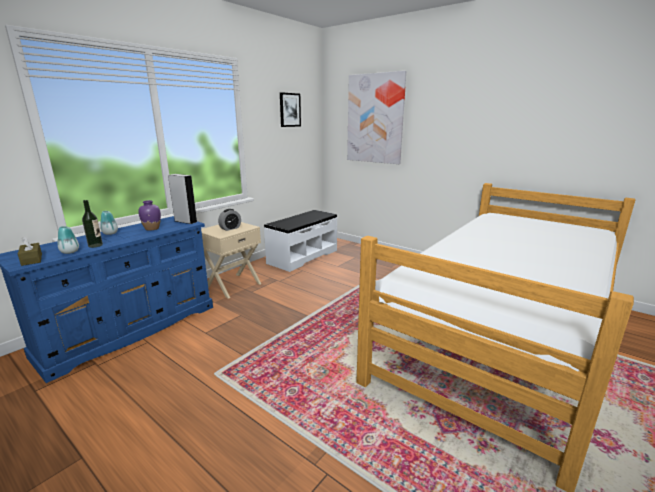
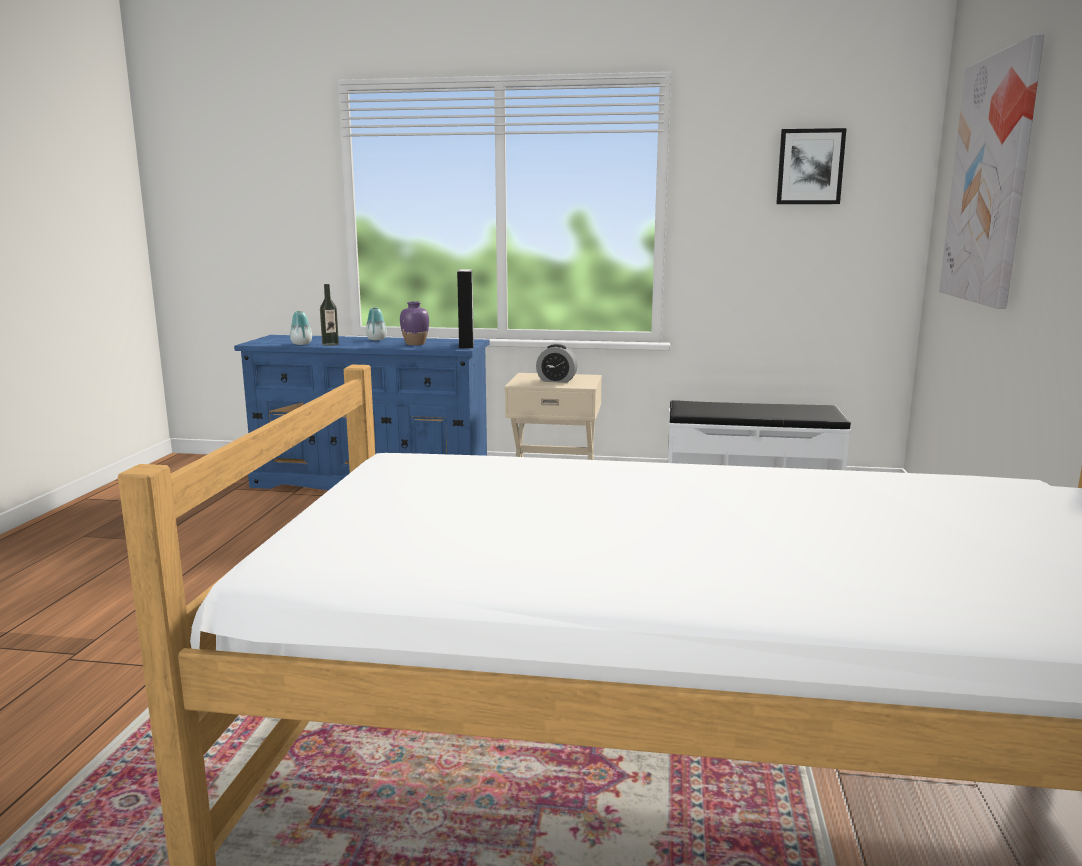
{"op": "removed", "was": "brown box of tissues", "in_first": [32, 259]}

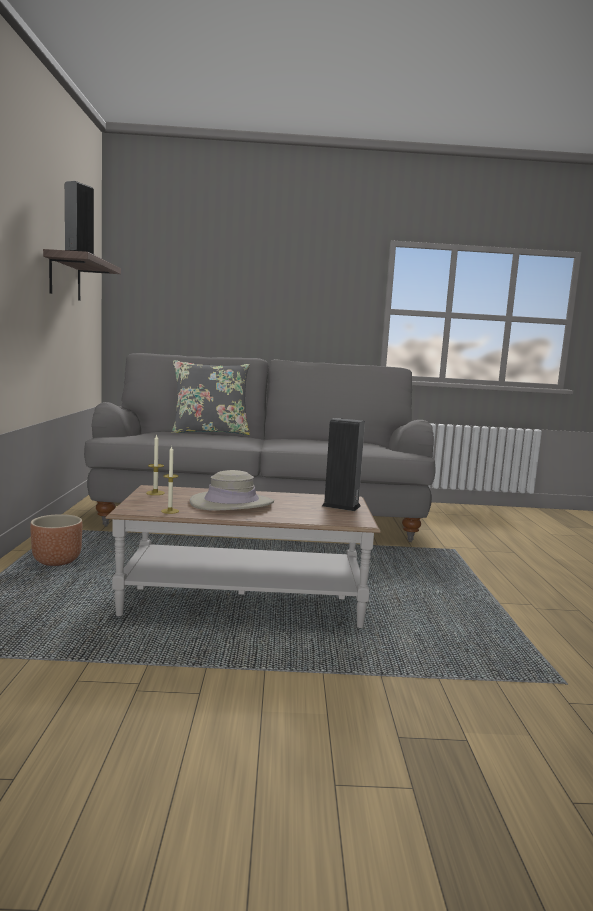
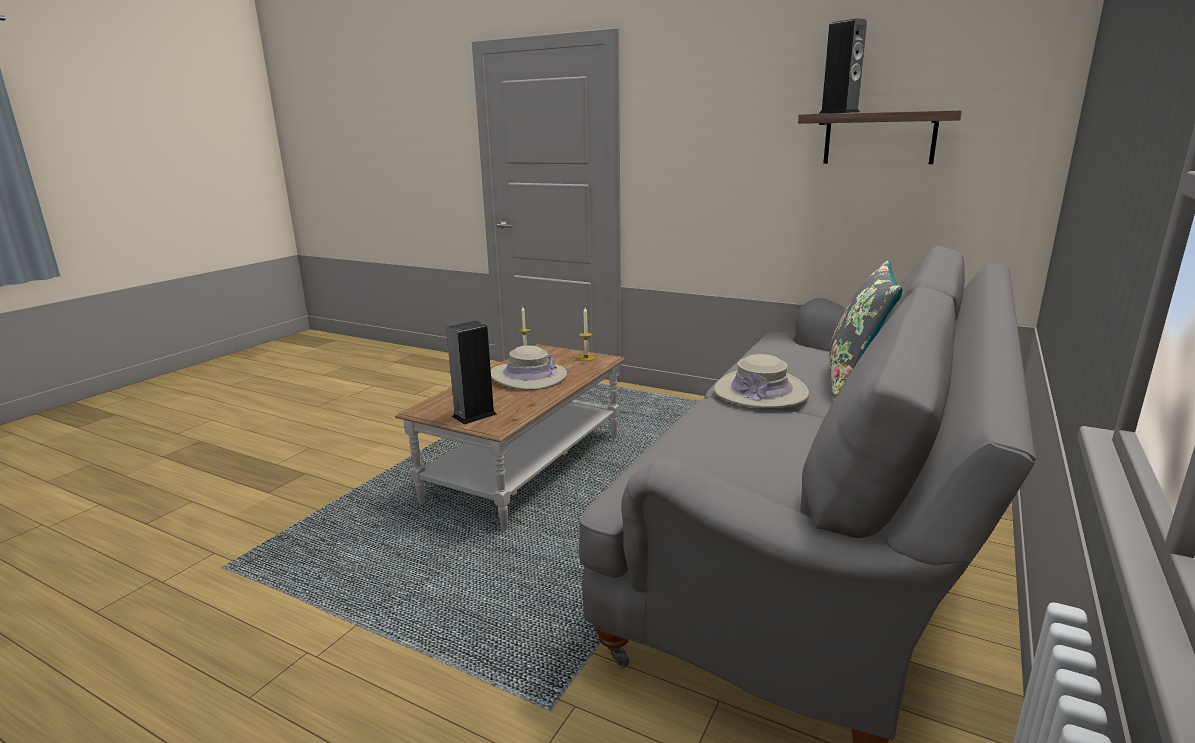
{"op": "removed", "was": "brown flower pot", "in_first": [56, 561]}
{"op": "added", "now": "sand-coloured clothing hat", "in_second": [760, 392]}

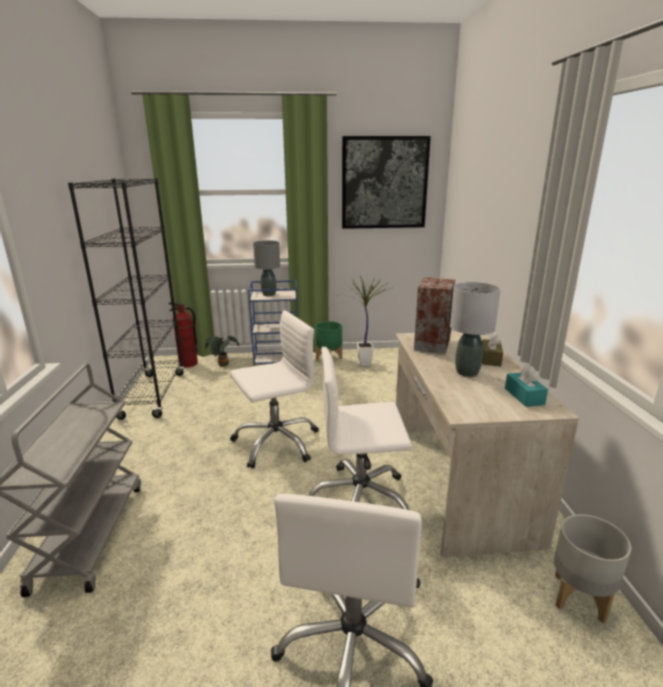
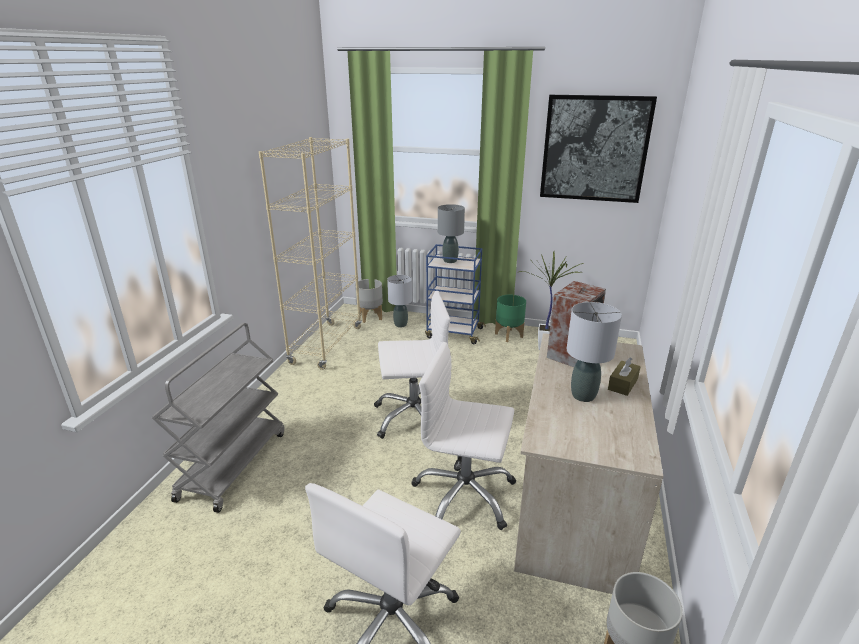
{"op": "recoloured", "was": "black-coloured shelving unit", "now": "sand-coloured shelving unit", "in_first": [153, 395], "in_second": [326, 345]}
{"op": "replaced", "was": "fire-fighting cylinder", "now": "gray flower pot", "in_first": [188, 364], "in_second": [369, 317]}
{"op": "replaced", "was": "houseplant", "now": "gray lamp for a table", "in_first": [223, 365], "in_second": [400, 324]}
{"op": "removed", "was": "blue-green box of tissues", "in_first": [524, 396]}

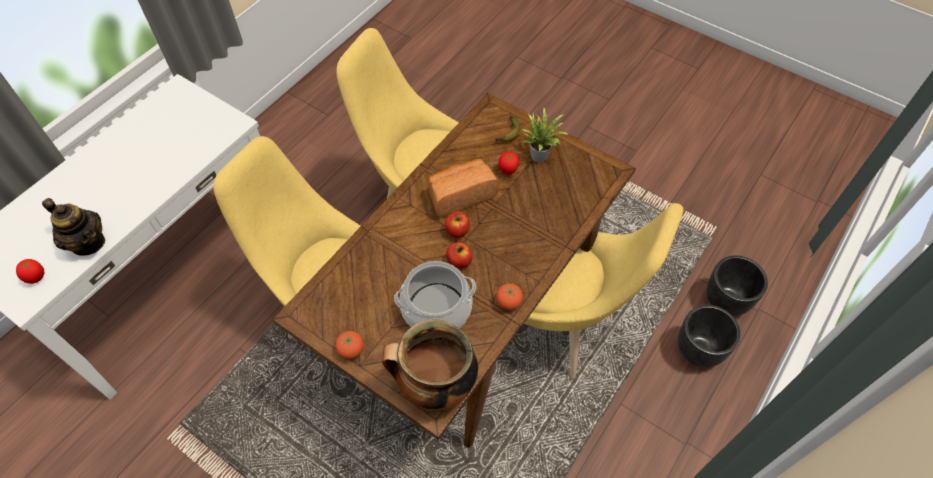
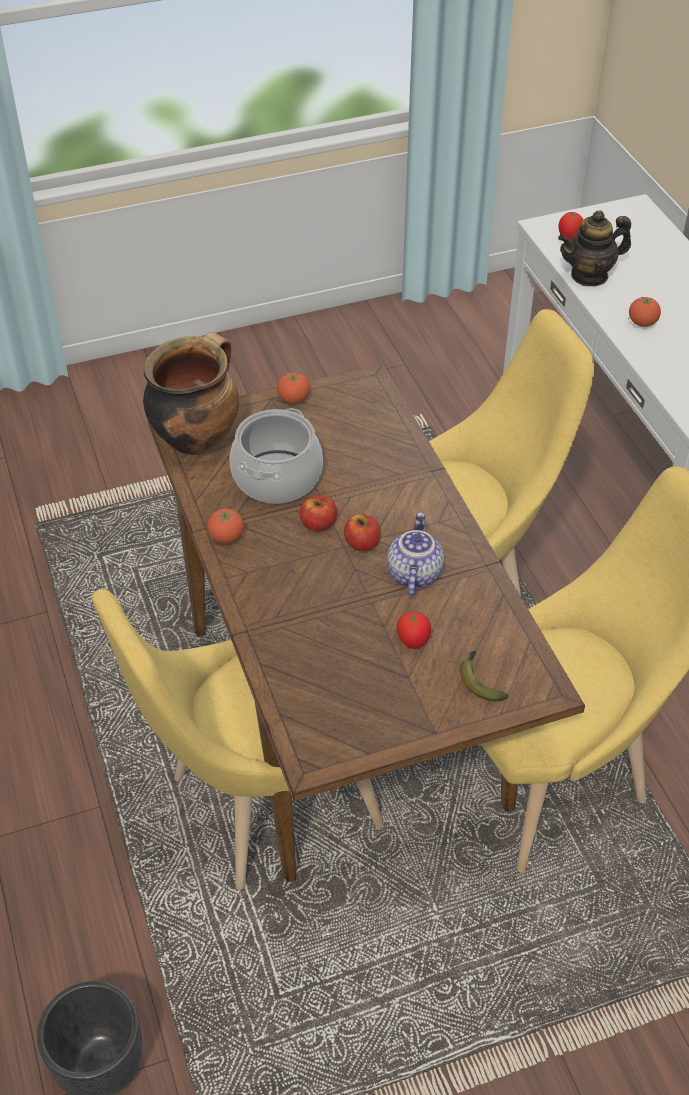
{"op": "removed", "was": "houseplant", "in_first": [539, 154]}
{"op": "replaced", "was": "baked bread", "now": "tea pot", "in_first": [460, 195], "in_second": [413, 573]}
{"op": "removed", "was": "black-coloured flower pot", "in_first": [698, 351]}
{"op": "added", "now": "tomato", "in_second": [642, 323]}

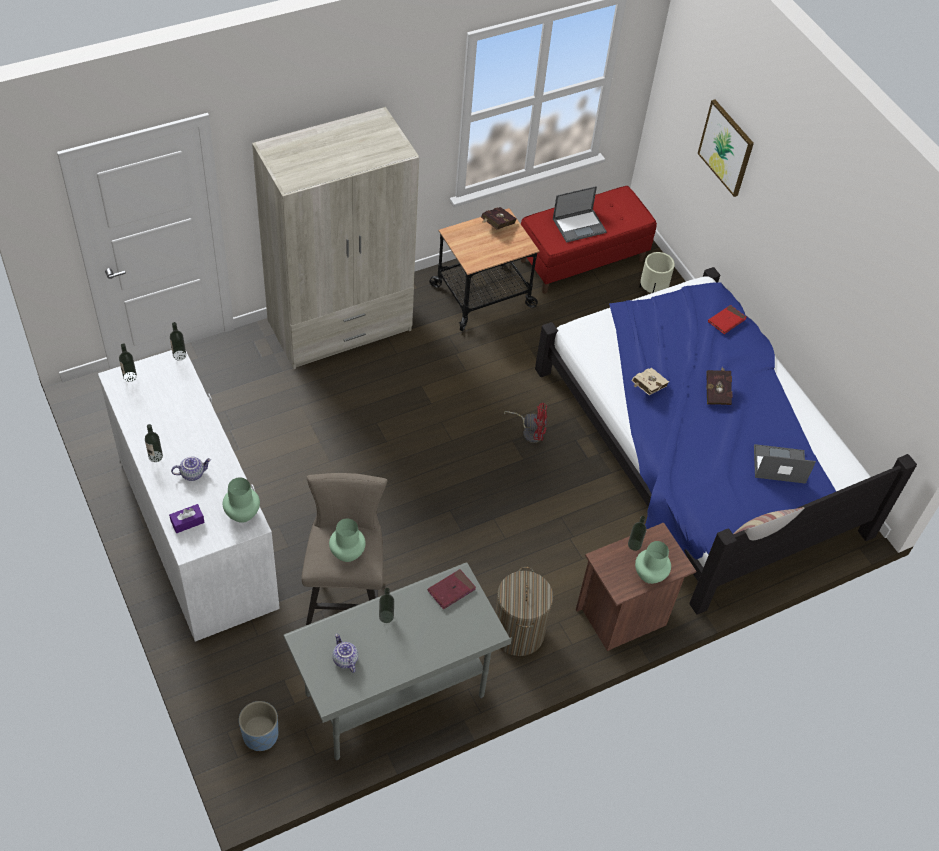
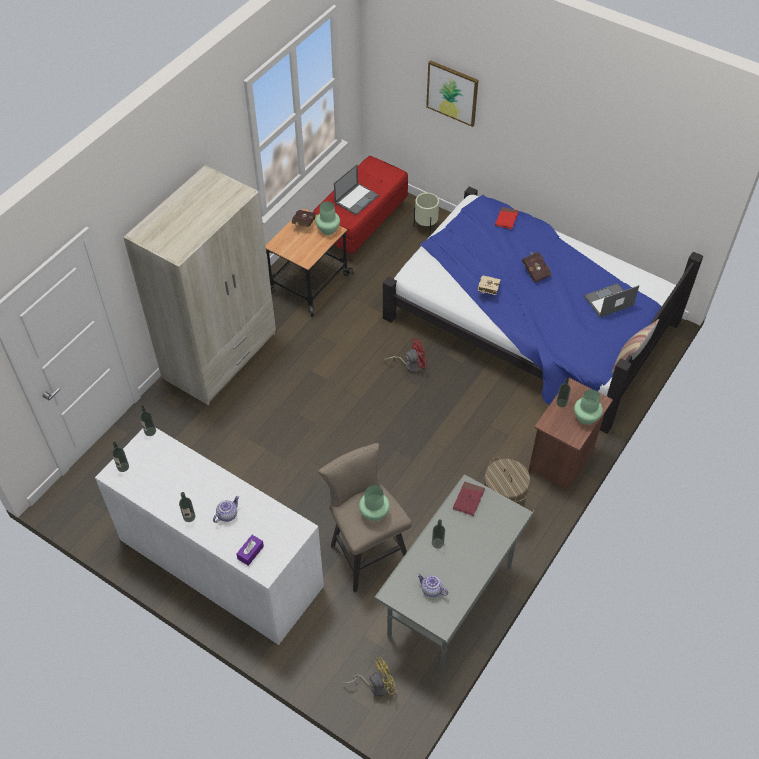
{"op": "moved", "was": "green-coloured decorative vase", "in_first": [243, 513], "in_second": [328, 229]}
{"op": "replaced", "was": "blue-coloured flower pot", "now": "yellow electric fan", "in_first": [260, 735], "in_second": [375, 684]}

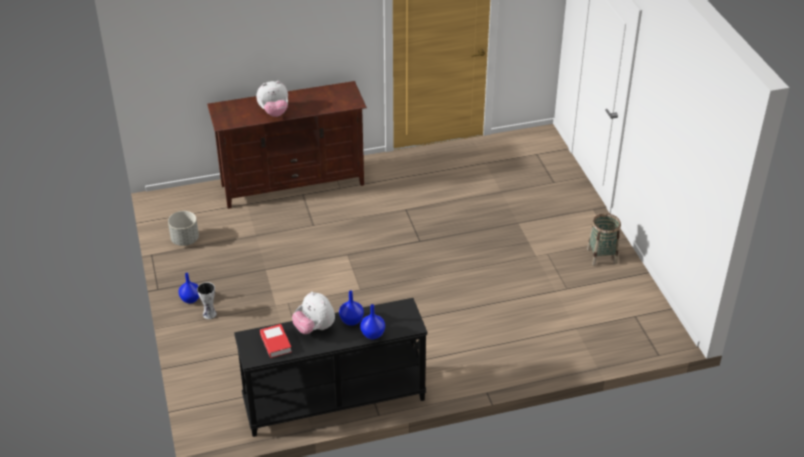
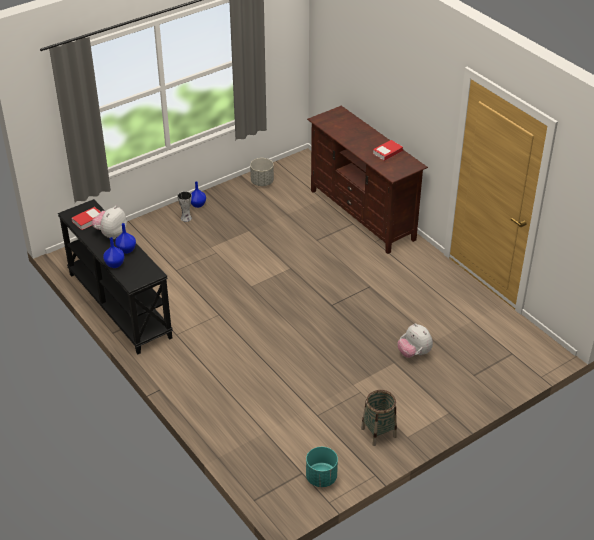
{"op": "moved", "was": "soft toy", "in_first": [274, 112], "in_second": [414, 353]}
{"op": "added", "now": "bound book", "in_second": [387, 152]}
{"op": "added", "now": "blue-green flower pot", "in_second": [321, 477]}

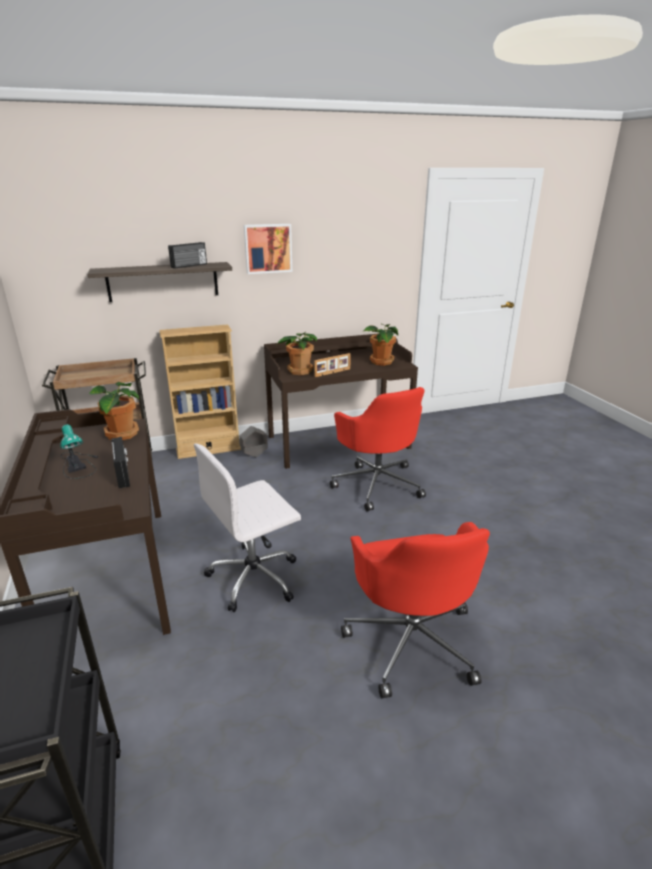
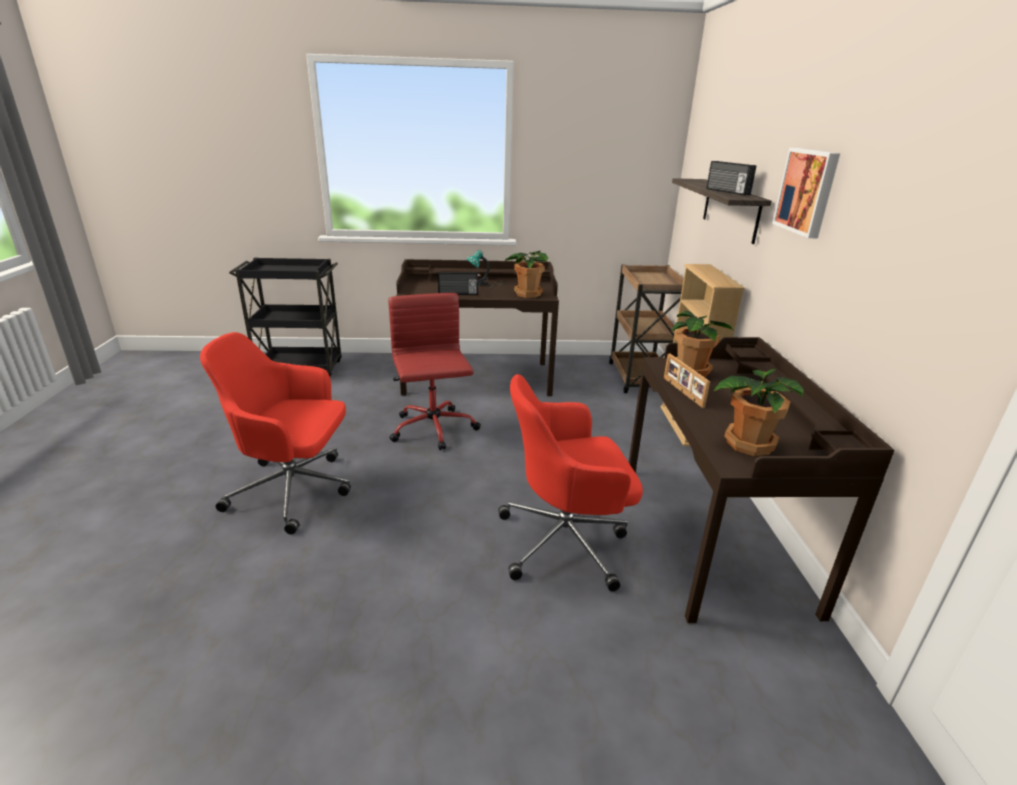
{"op": "removed", "was": "gray flower pot", "in_first": [254, 455]}
{"op": "recoloured", "was": "whitish computer chair", "now": "red computer chair", "in_first": [255, 577], "in_second": [433, 429]}

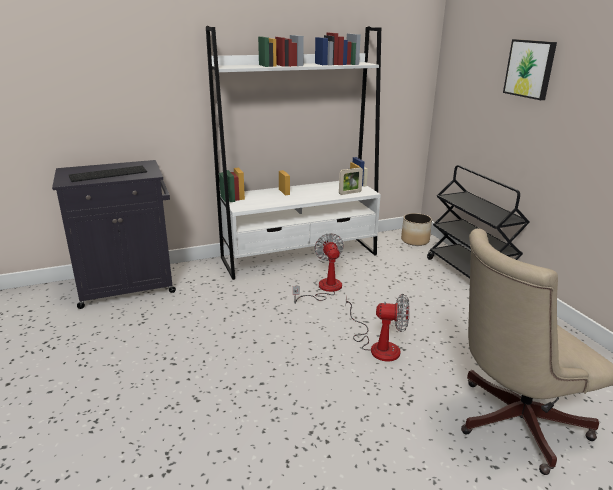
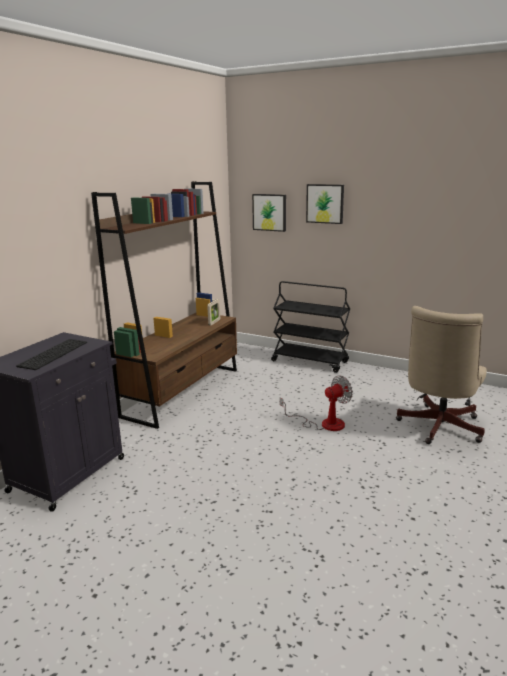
{"op": "recoloured", "was": "whitish shelving unit", "now": "brown shelving unit", "in_first": [300, 256], "in_second": [183, 392]}
{"op": "removed", "was": "flower pot", "in_first": [415, 240]}
{"op": "removed", "was": "electric fan", "in_first": [324, 289]}
{"op": "added", "now": "picture", "in_second": [269, 212]}

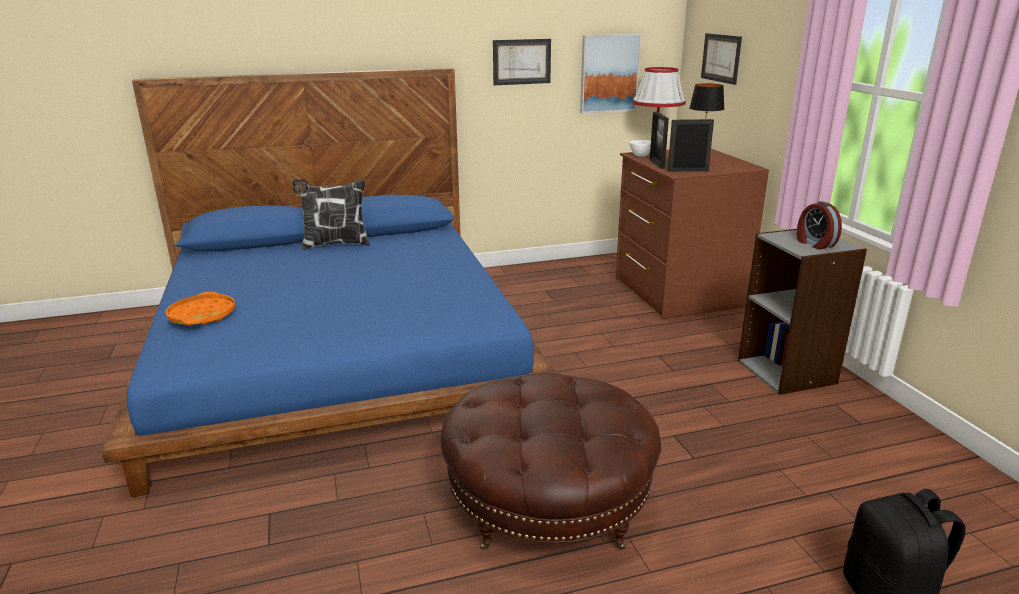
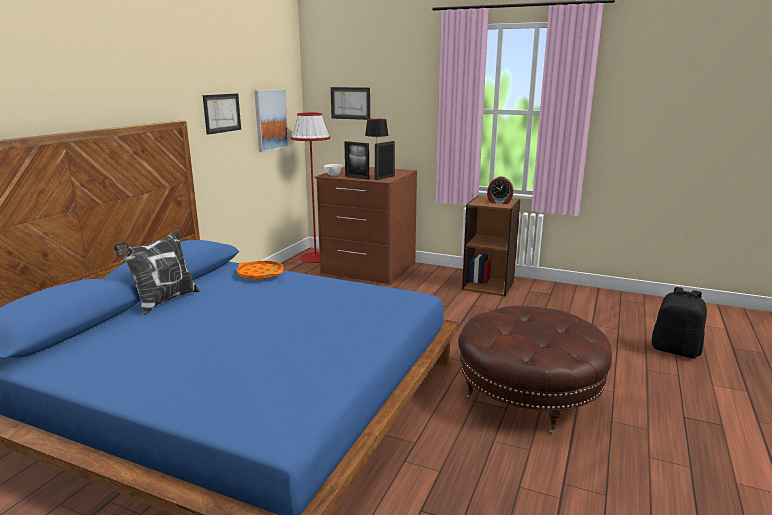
{"op": "recoloured", "was": "gray shelving unit", "now": "brown shelving unit", "in_first": [787, 372], "in_second": [488, 285]}
{"op": "moved", "was": "orange-coloured serving tray", "in_first": [202, 315], "in_second": [260, 274]}

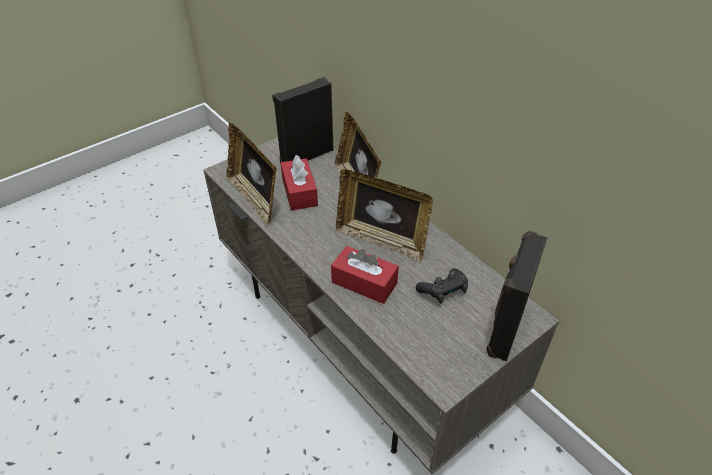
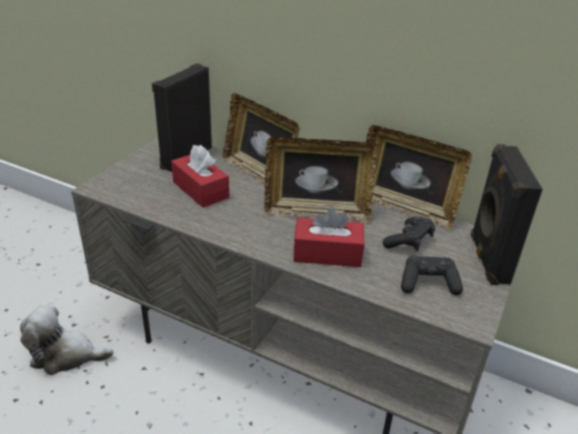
{"op": "moved", "was": "photo frame", "in_first": [255, 198], "in_second": [405, 208]}
{"op": "added", "now": "black-coloured joypad", "in_second": [428, 284]}
{"op": "added", "now": "soft toy", "in_second": [65, 355]}

